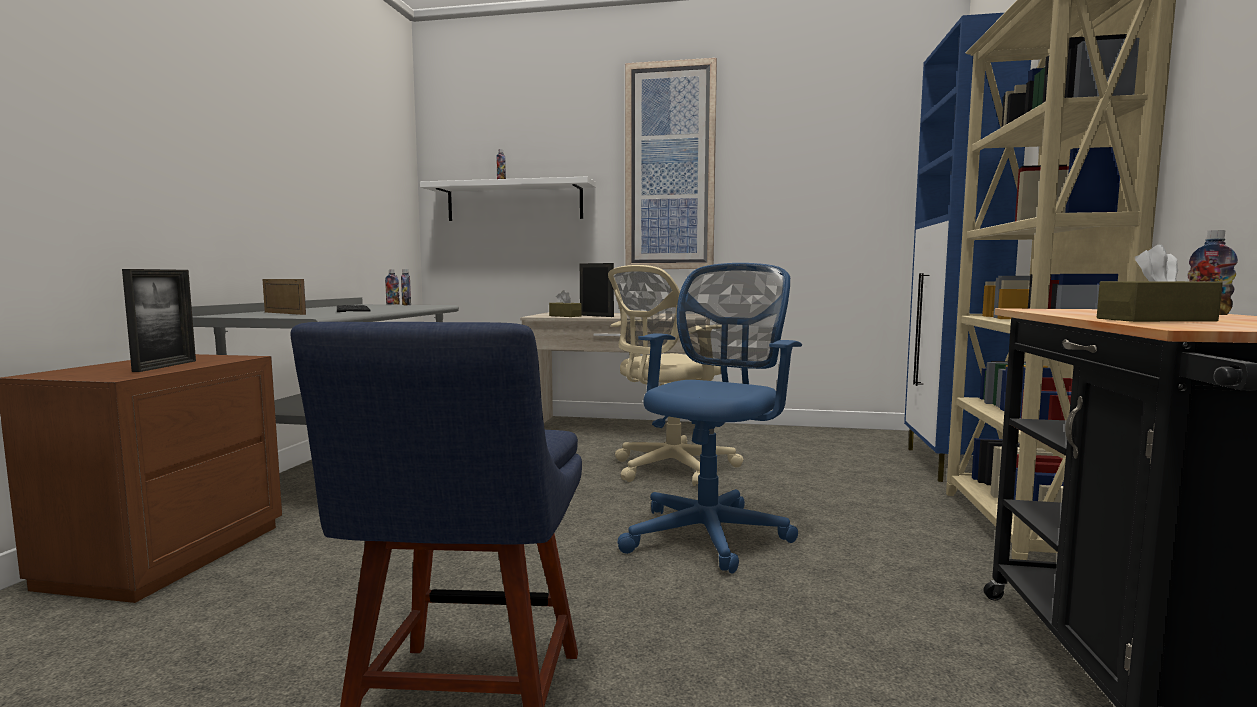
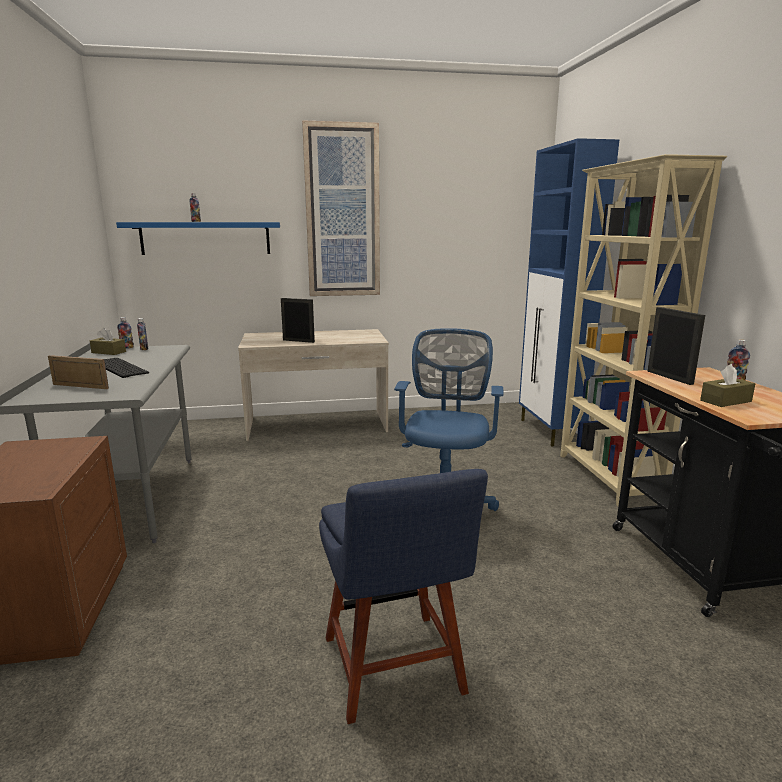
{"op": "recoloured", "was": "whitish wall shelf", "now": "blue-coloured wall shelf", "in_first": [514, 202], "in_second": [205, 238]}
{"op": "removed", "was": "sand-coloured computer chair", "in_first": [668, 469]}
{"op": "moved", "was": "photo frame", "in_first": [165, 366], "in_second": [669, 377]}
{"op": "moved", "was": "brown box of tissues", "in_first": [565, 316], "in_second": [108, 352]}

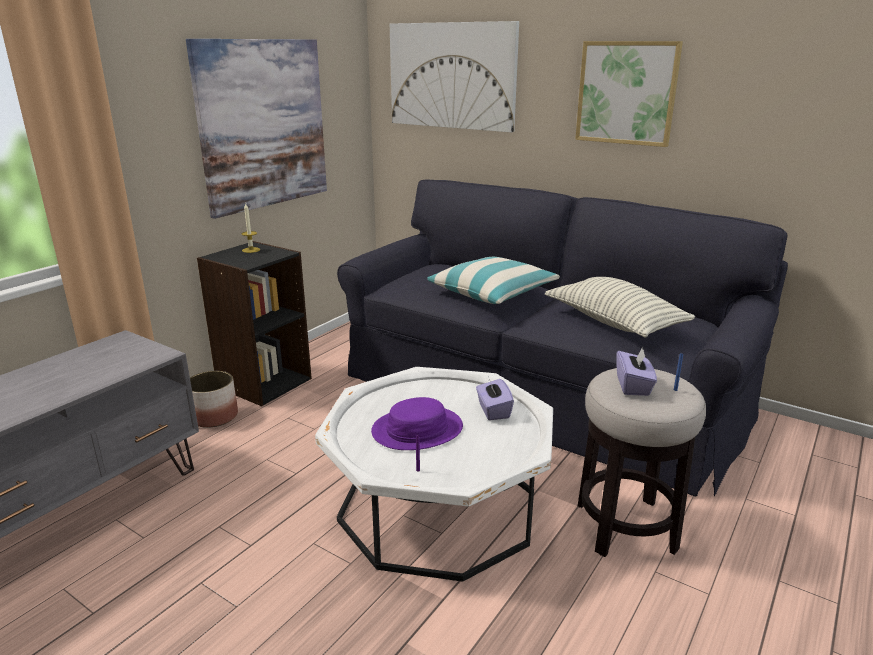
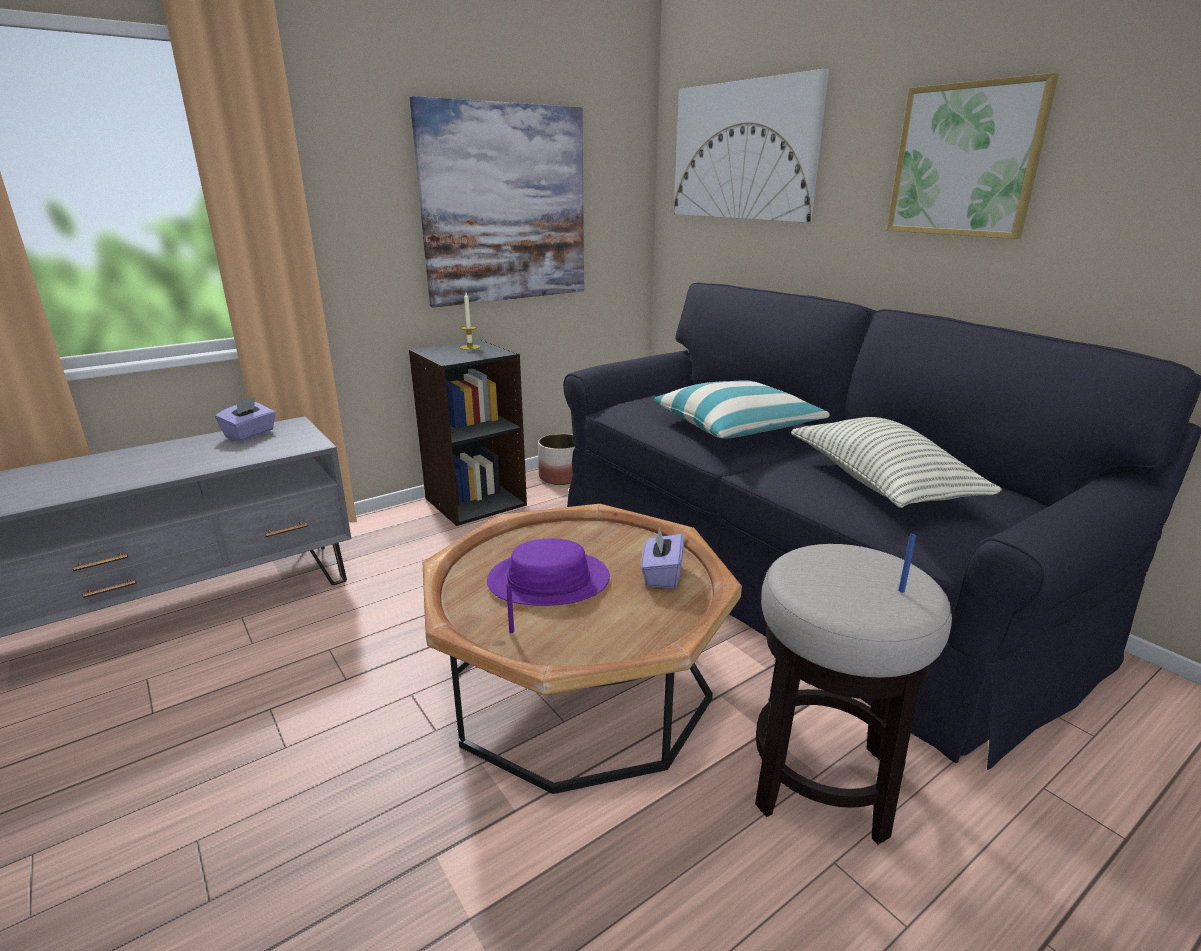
{"op": "moved", "was": "purple box of tissues", "in_first": [633, 386], "in_second": [250, 434]}
{"op": "recoloured", "was": "whitish lounge table", "now": "brown lounge table", "in_first": [438, 507], "in_second": [579, 686]}
{"op": "moved", "was": "flower pot", "in_first": [214, 417], "in_second": [561, 477]}

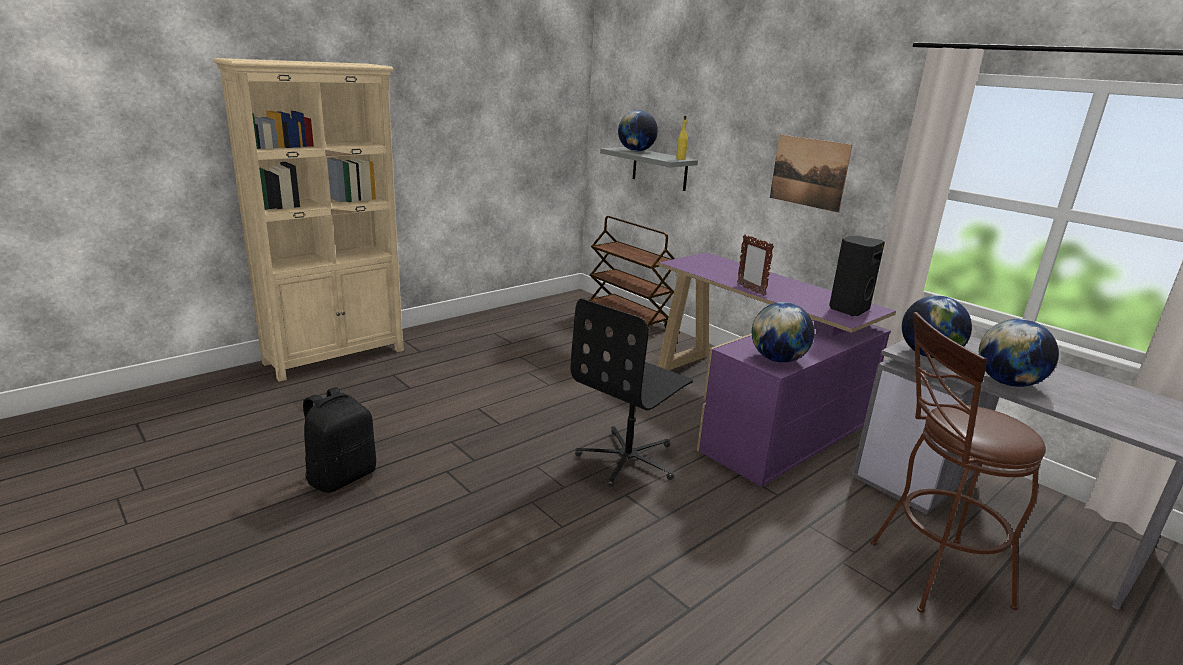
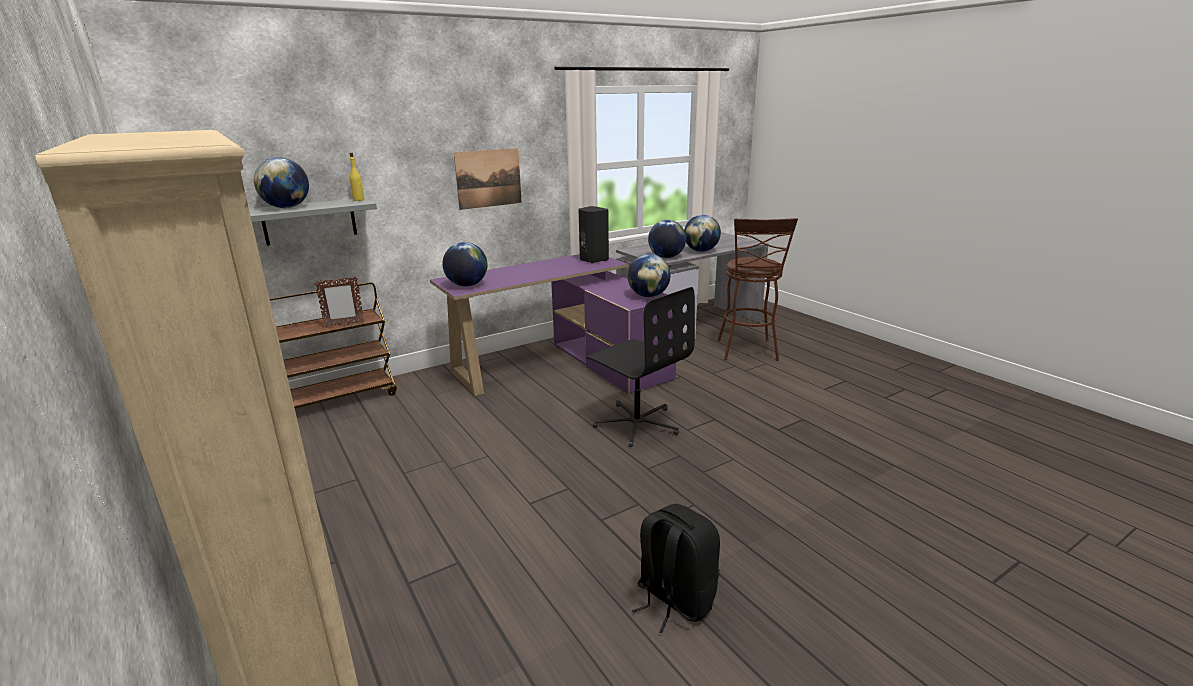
{"op": "moved", "was": "photo frame", "in_first": [750, 290], "in_second": [344, 324]}
{"op": "added", "now": "globe", "in_second": [467, 285]}

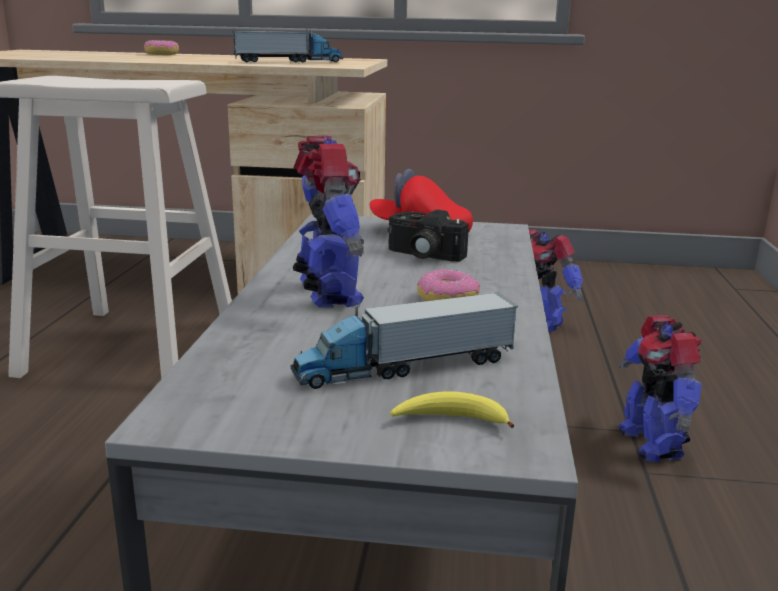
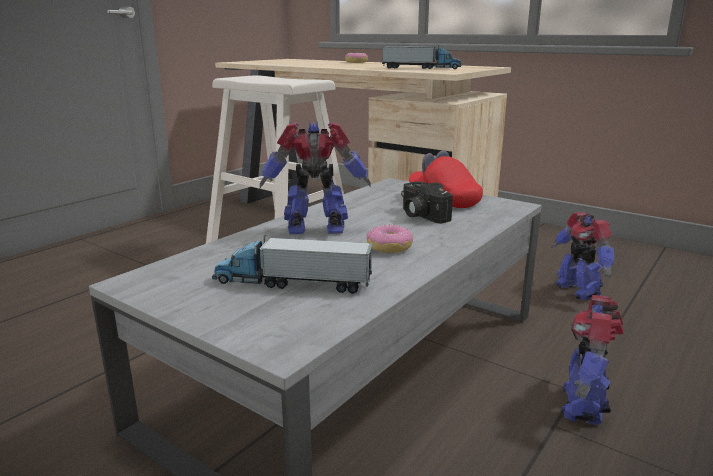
{"op": "turned", "was": "toy robot", "in_first": [328, 294], "in_second": [317, 230], "clockwise": -105}
{"op": "removed", "was": "banana", "in_first": [451, 420]}

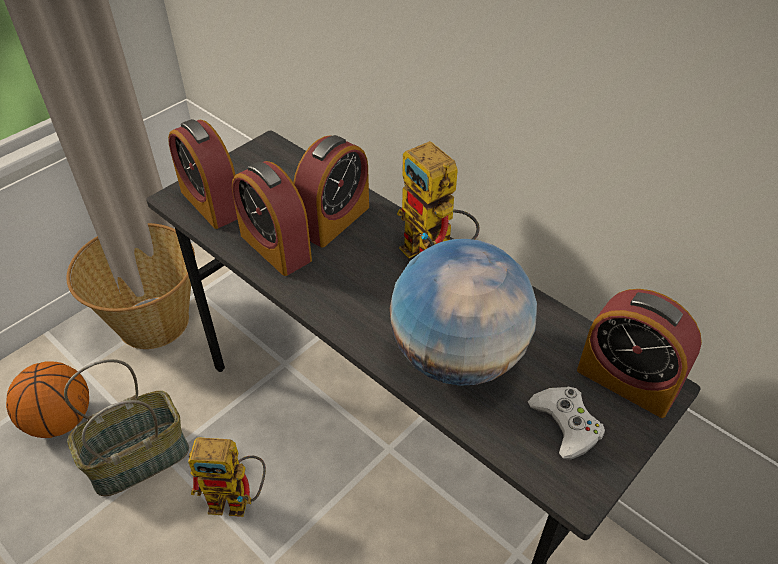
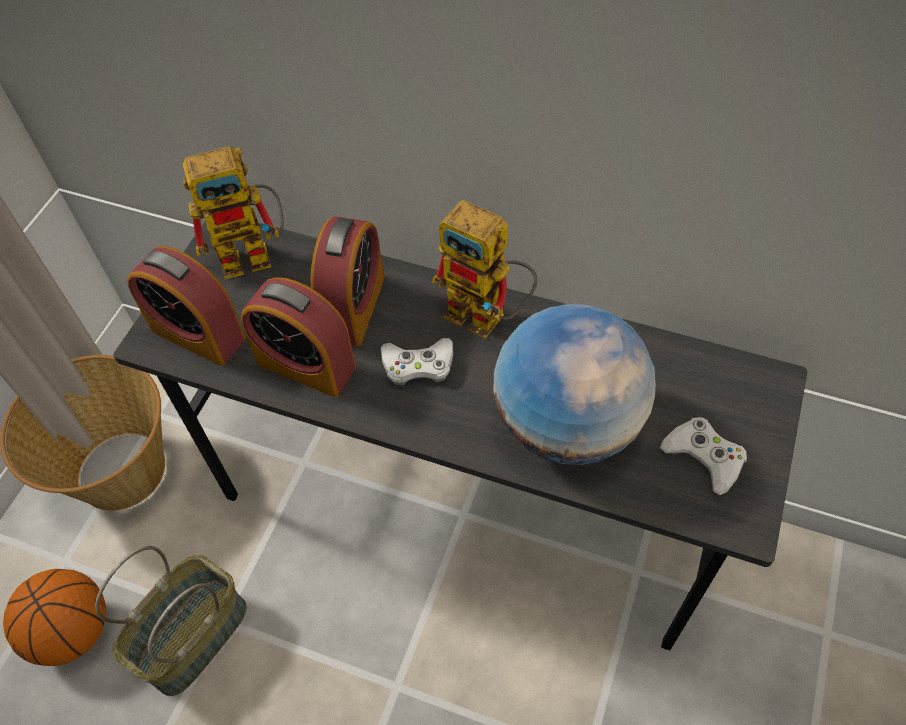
{"op": "removed", "was": "table clock", "in_first": [627, 381]}
{"op": "moved", "was": "toy robot", "in_first": [238, 499], "in_second": [255, 253]}
{"op": "added", "now": "whitish joypad", "in_second": [418, 365]}

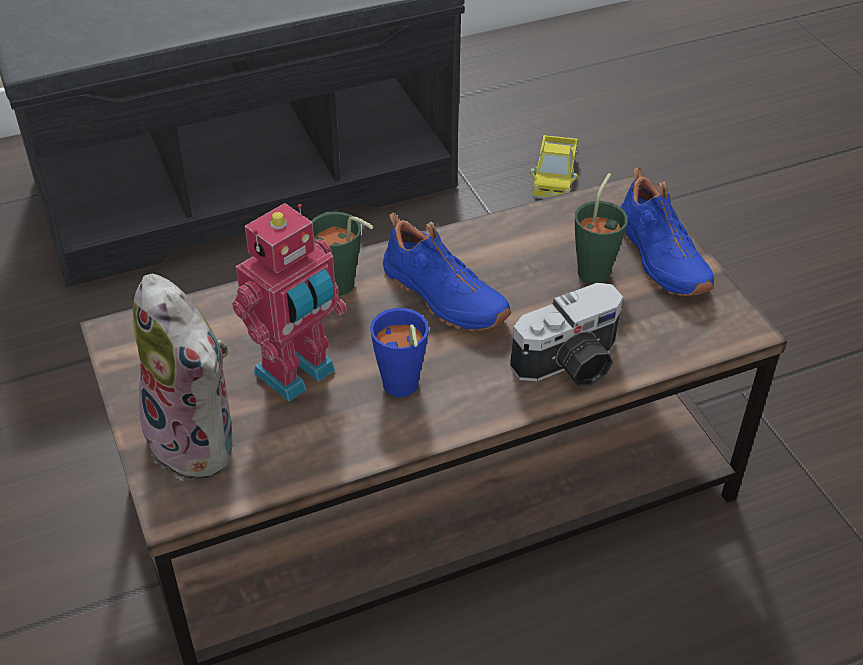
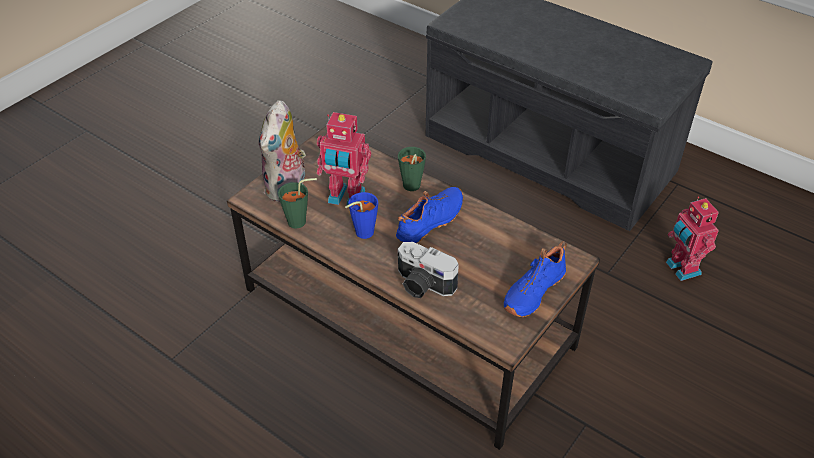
{"op": "replaced", "was": "model truck", "now": "toy robot", "in_first": [554, 179], "in_second": [681, 269]}
{"op": "moved", "was": "green-coloured small cup", "in_first": [596, 268], "in_second": [301, 221]}
{"op": "turned", "was": "blue-coloured item of footwear", "in_first": [442, 298], "in_second": [431, 222], "clockwise": -150}

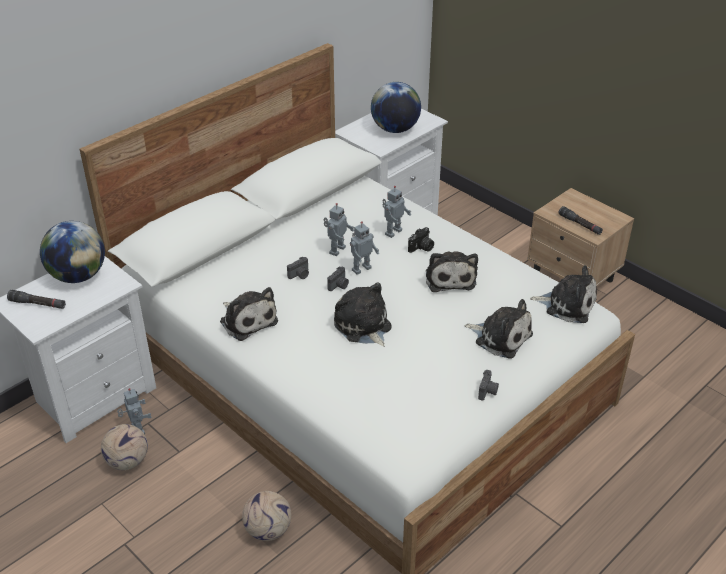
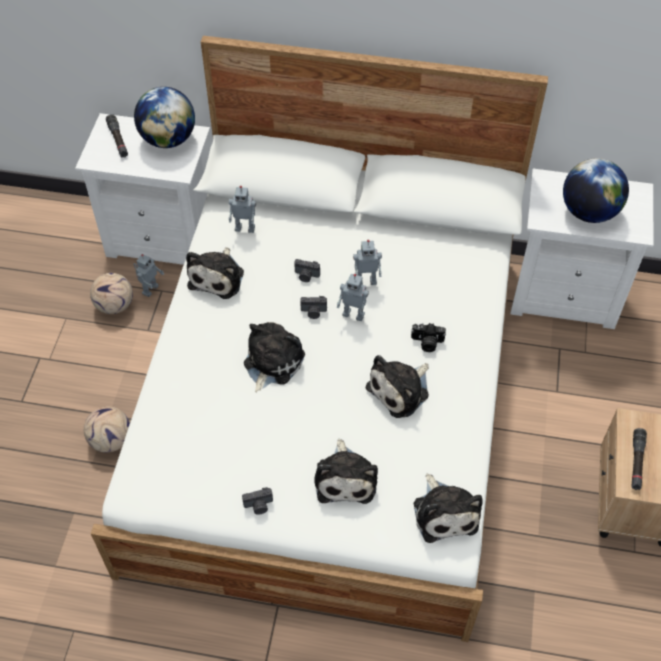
{"op": "moved", "was": "toy robot", "in_first": [392, 232], "in_second": [245, 227]}

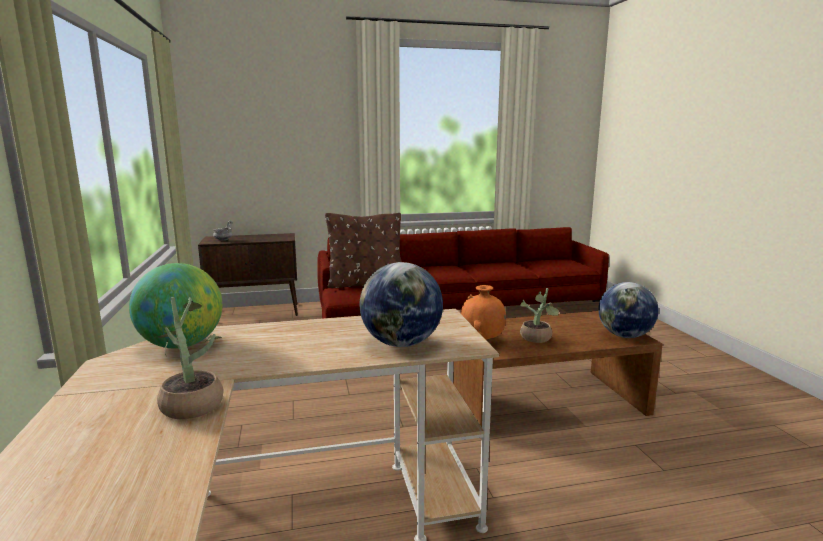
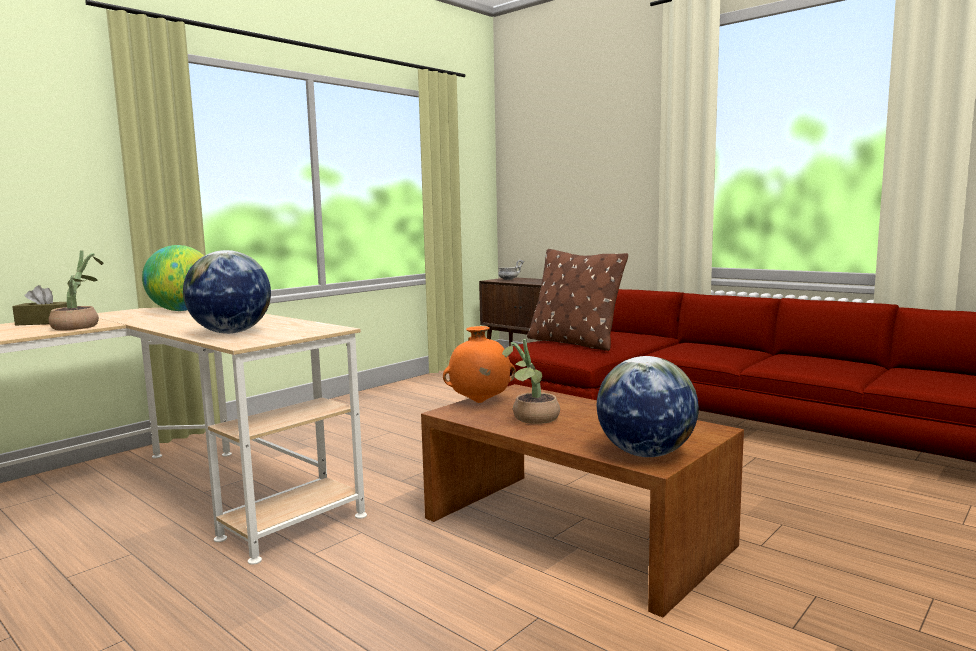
{"op": "added", "now": "brown box of tissues", "in_second": [44, 322]}

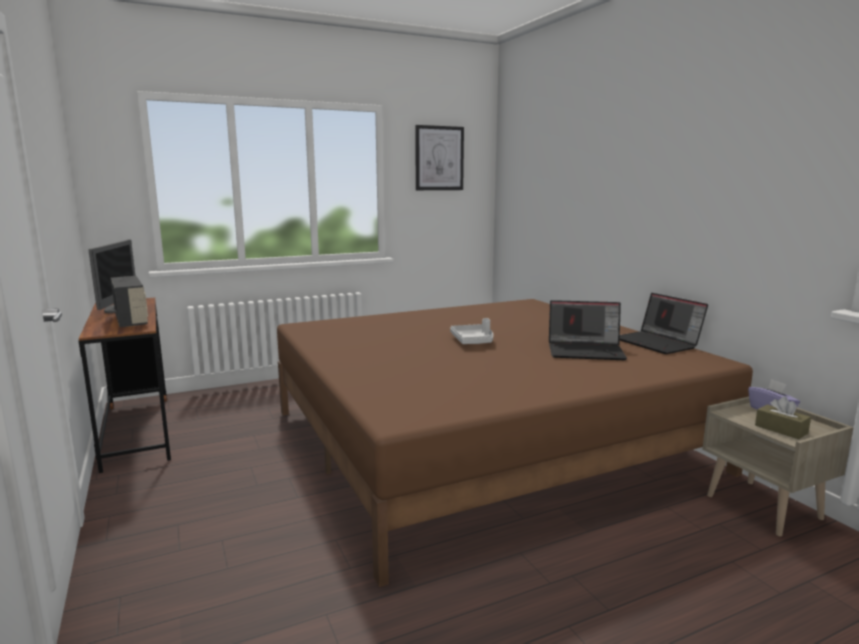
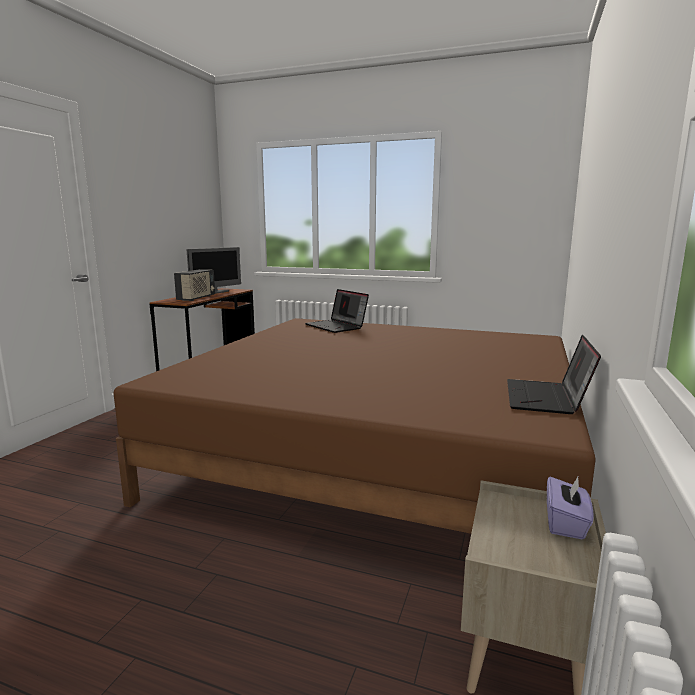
{"op": "removed", "was": "picture", "in_first": [439, 158]}
{"op": "moved", "was": "laptop", "in_first": [586, 351], "in_second": [337, 326]}
{"op": "removed", "was": "gray serving tray", "in_first": [473, 341]}
{"op": "removed", "was": "brown box of tissues", "in_first": [781, 429]}

